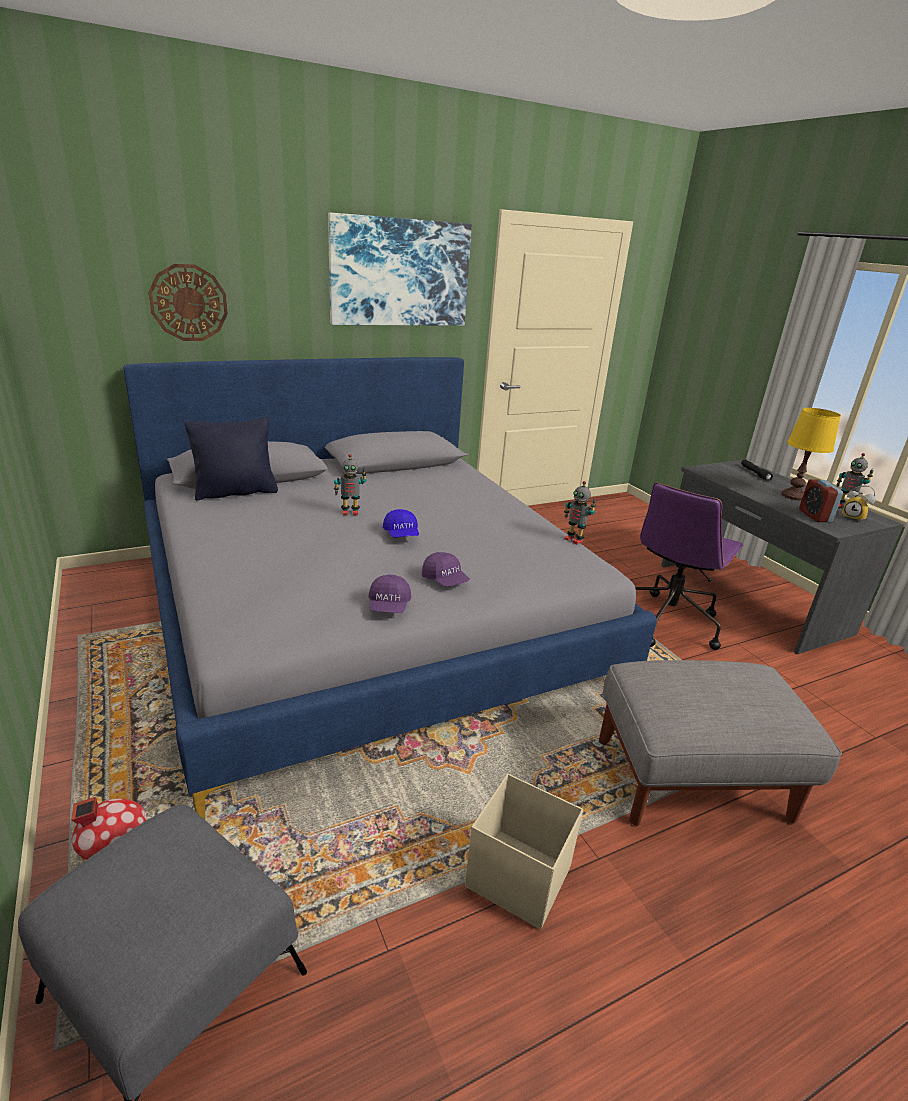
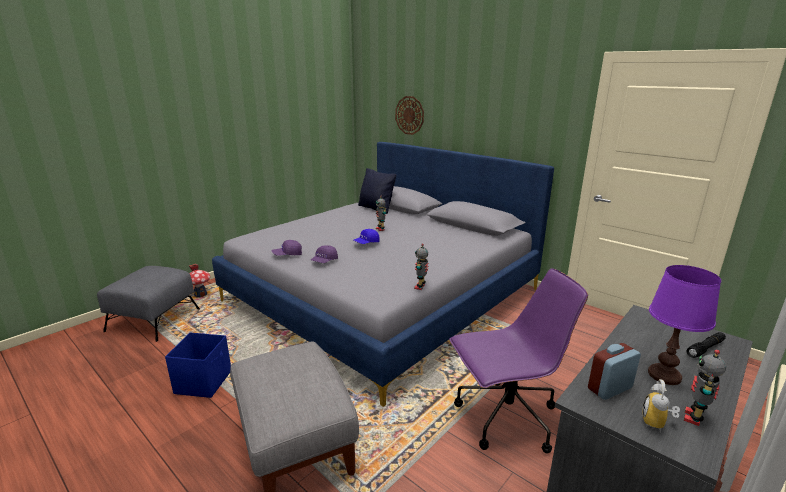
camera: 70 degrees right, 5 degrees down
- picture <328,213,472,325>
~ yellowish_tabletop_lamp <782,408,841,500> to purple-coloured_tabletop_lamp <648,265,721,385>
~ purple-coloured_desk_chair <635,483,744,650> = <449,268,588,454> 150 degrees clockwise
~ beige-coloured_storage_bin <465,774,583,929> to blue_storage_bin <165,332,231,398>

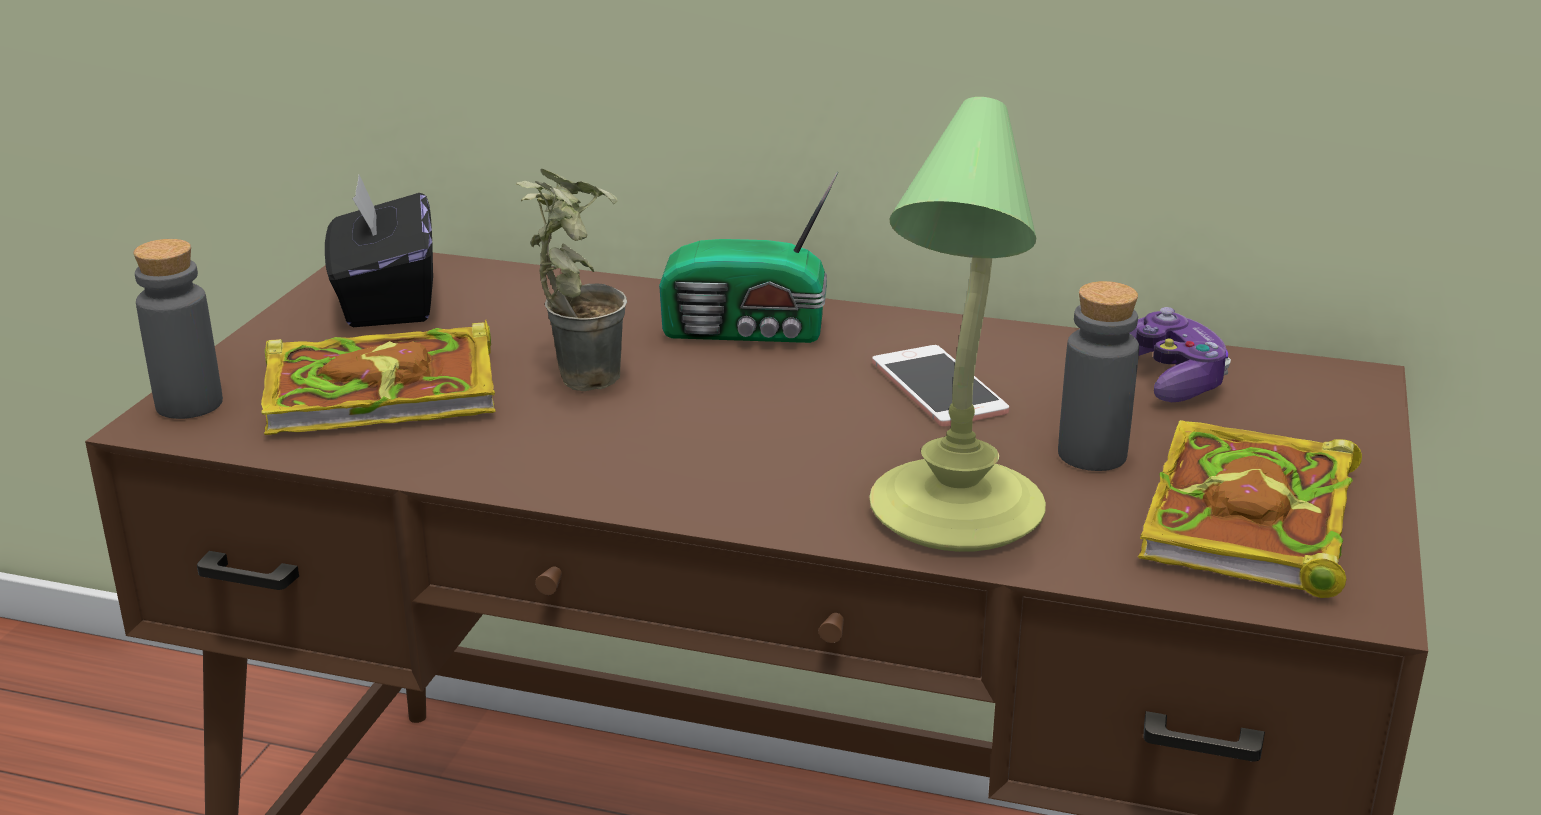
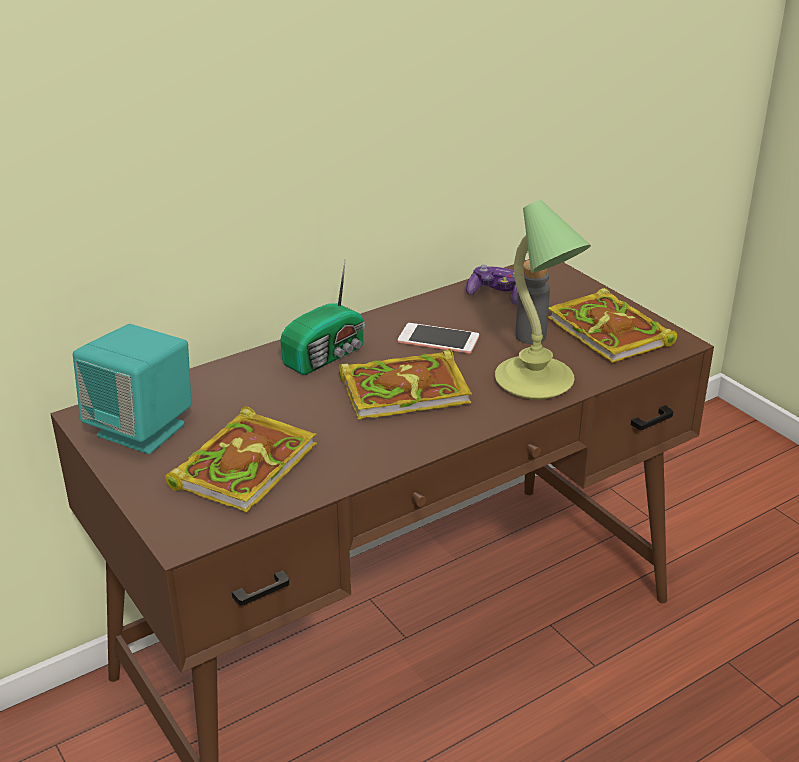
camera: 50 degrees left, 5 degrees up
- plant_in_a_pot <516,169,627,391>
~ black-coloured_box_of_tissues <325,175,433,327> to turquoise_audio_speaker <73,324,192,454>
- grey_bottle <133,239,223,419>
+ book <339,349,472,420>

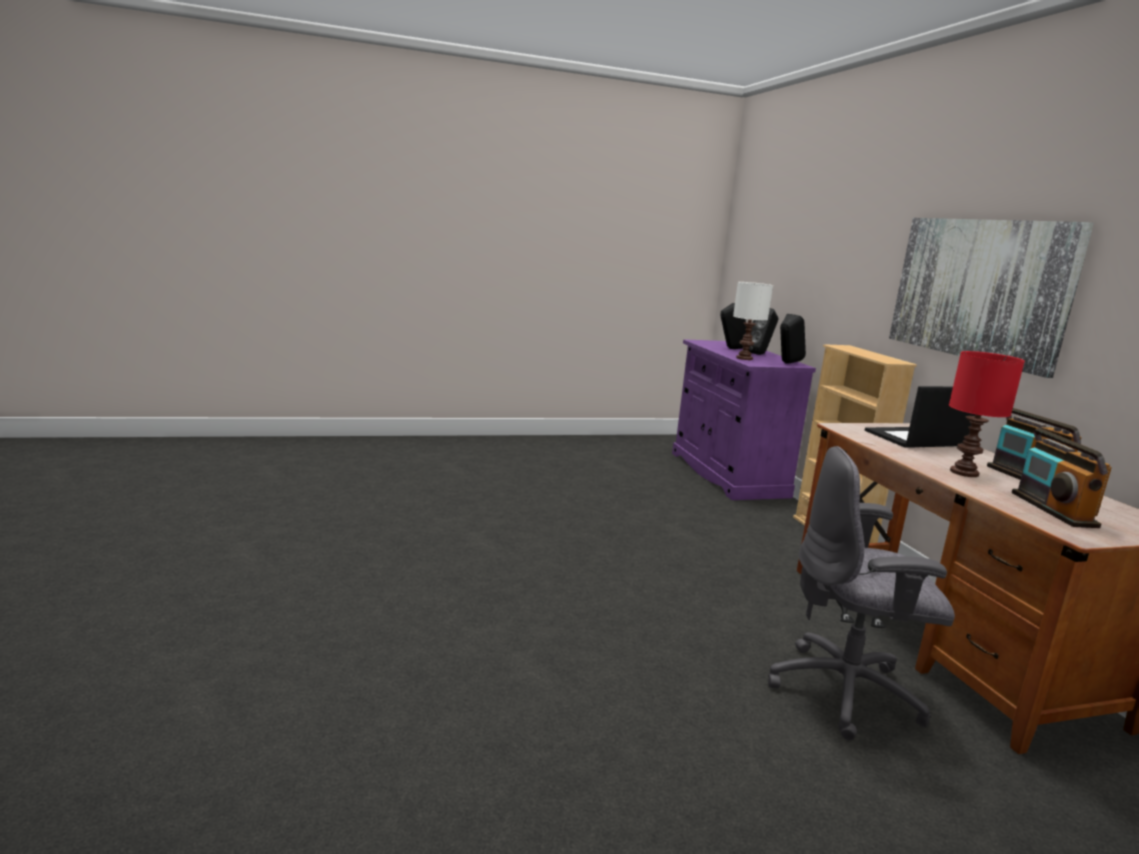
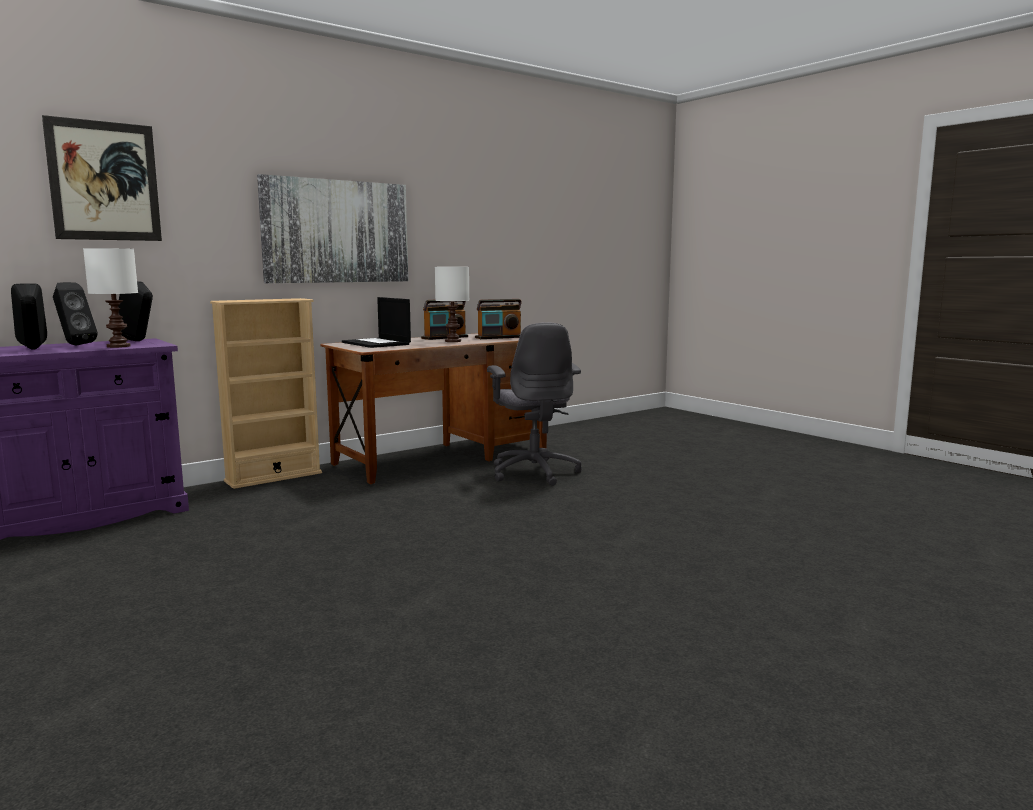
camera: 110 degrees left, 5 degrees down
~ reddish_tabletop_lamp <949,351,1025,477> to whitish_tabletop_lamp <435,267,469,342>
+ picture <42,115,162,241>

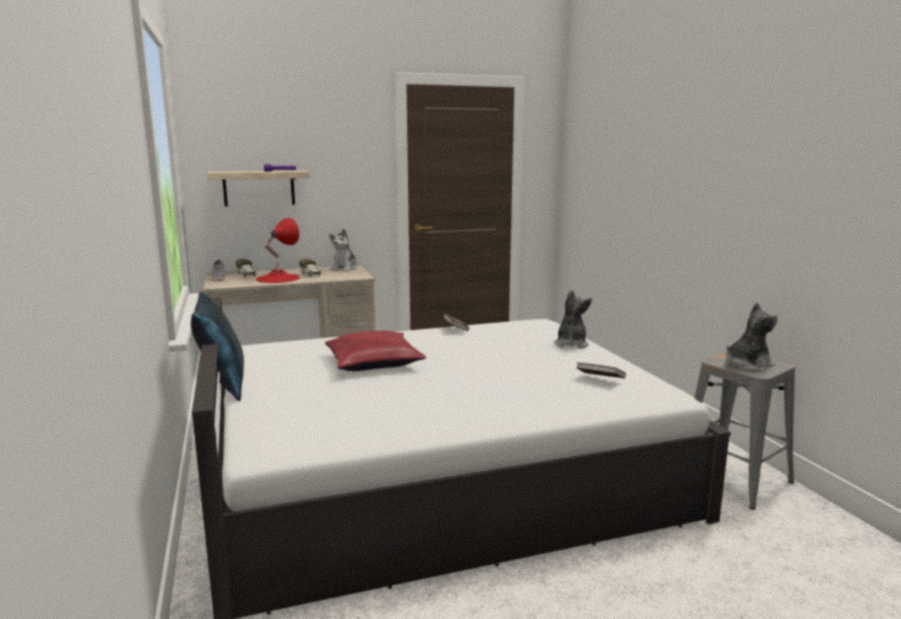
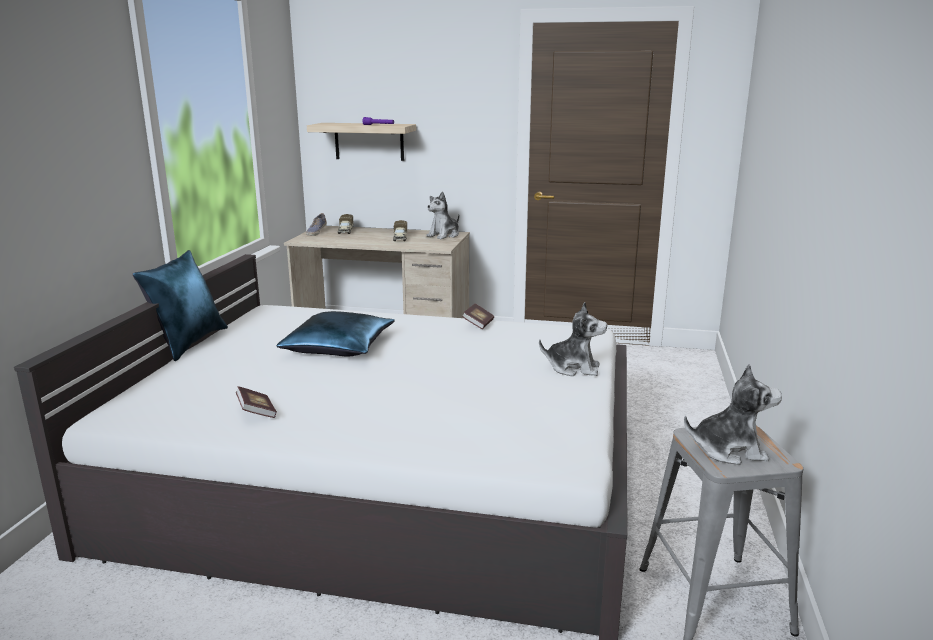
camera: 30 degrees right, 5 degrees up
- reddish_tabletop_lamp <256,218,300,283>
~ cuddly_toy <554,290,592,348> = <539,302,607,376> 60 degrees clockwise
~ reddish_pillow <325,330,426,371> to blue_pillow <276,311,395,357>
~ book <576,363,626,378> to <236,386,277,418>

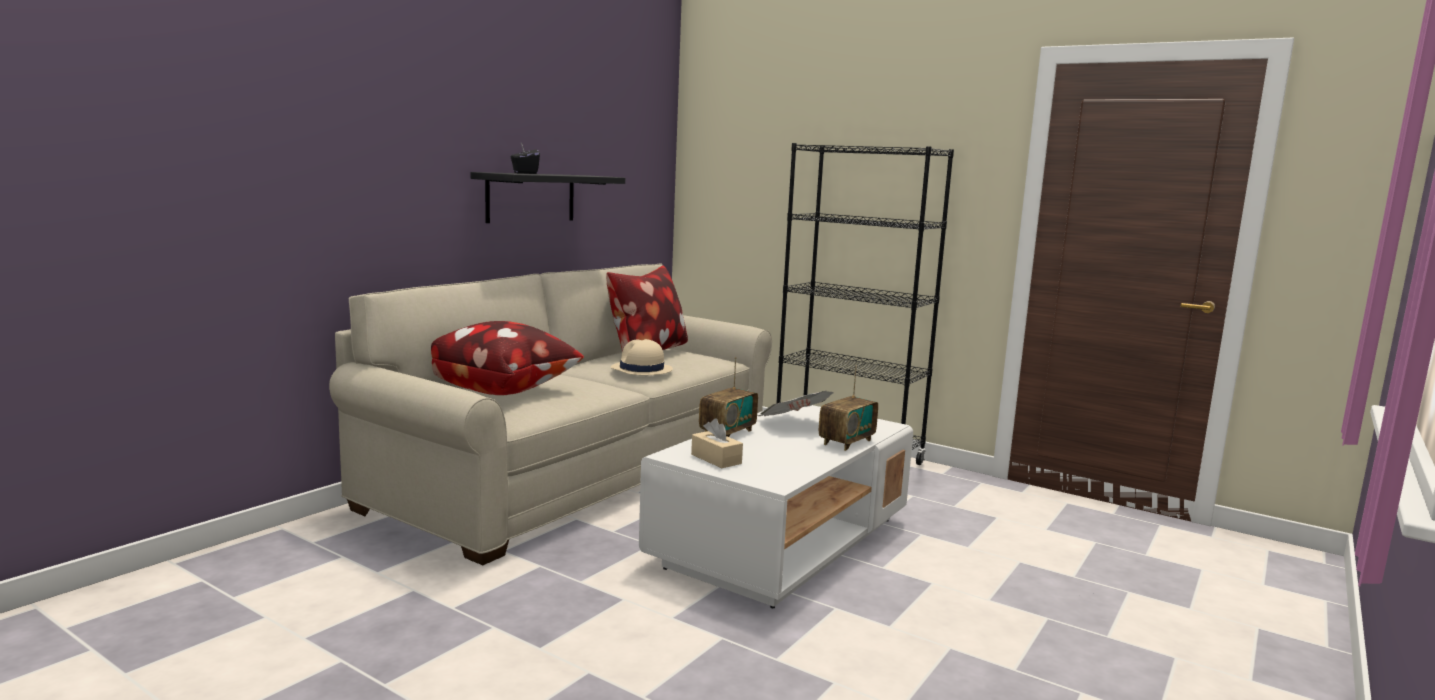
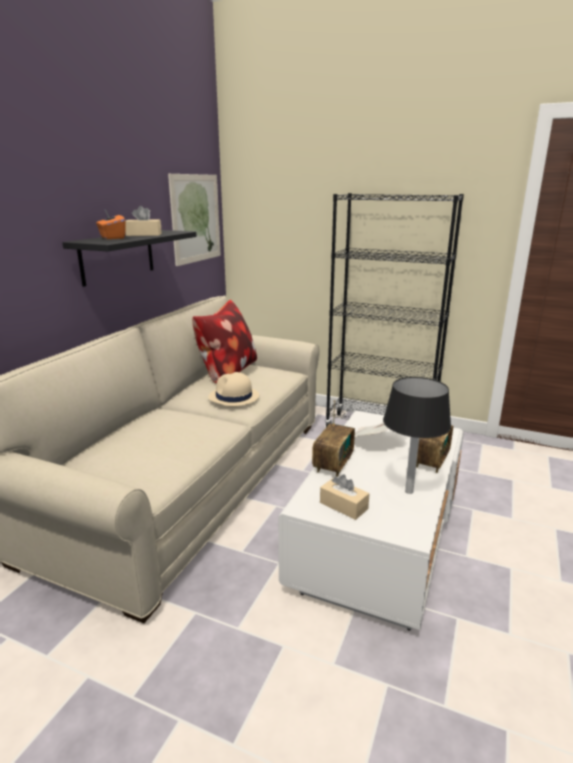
camera: 10 degrees left, 10 degrees up
~ black-coloured_box_of_tissues <510,143,540,174> to orange-coloured_box_of_tissues <96,209,125,239>
- pillow <431,321,584,395>
+ picture <168,174,221,266>
+ beige-coloured_box_of_tissues <125,206,162,236>
+ black-coloured_tabletop_lamp <383,377,451,494>

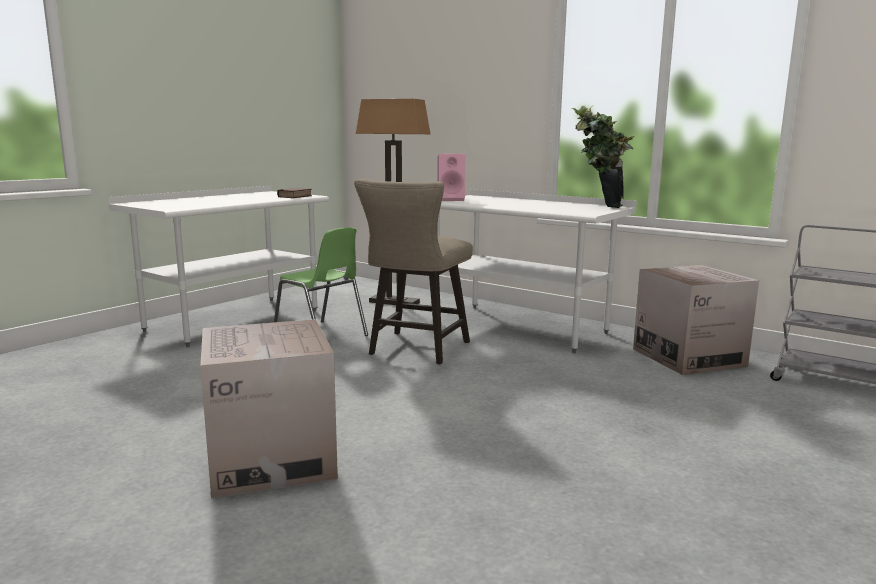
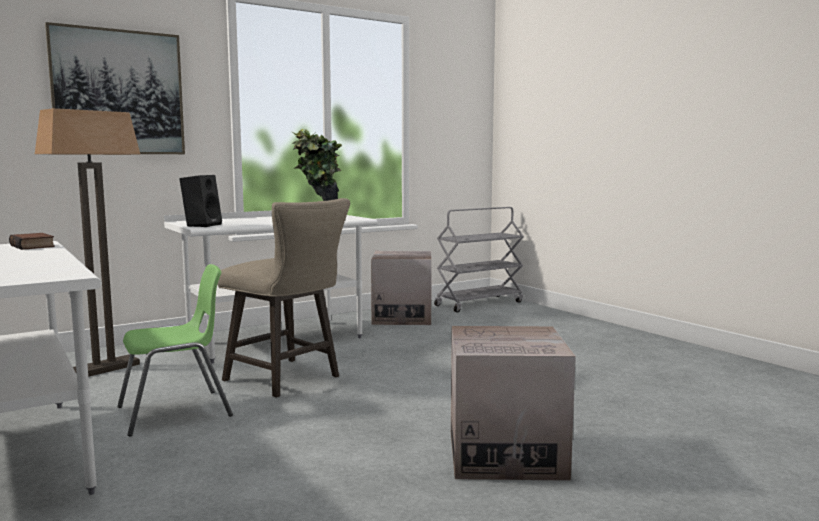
camera: 70 degrees left, 5 degrees down
~ pink-coloured_audio_speaker <437,154,465,201> to black-coloured_audio_speaker <180,175,222,227>
+ picture <45,22,185,154>

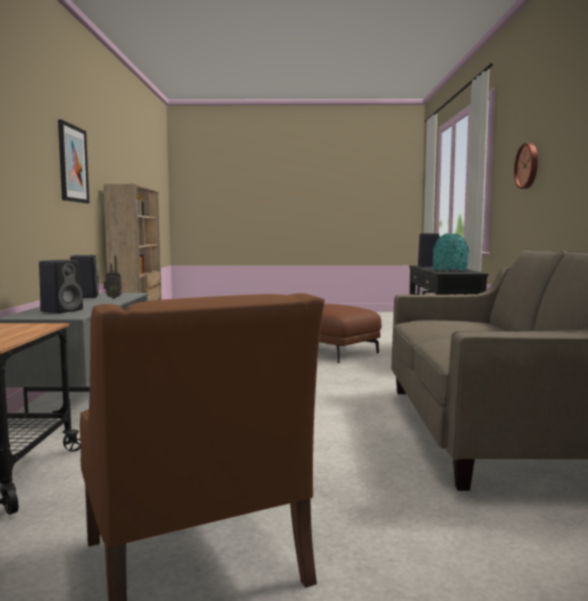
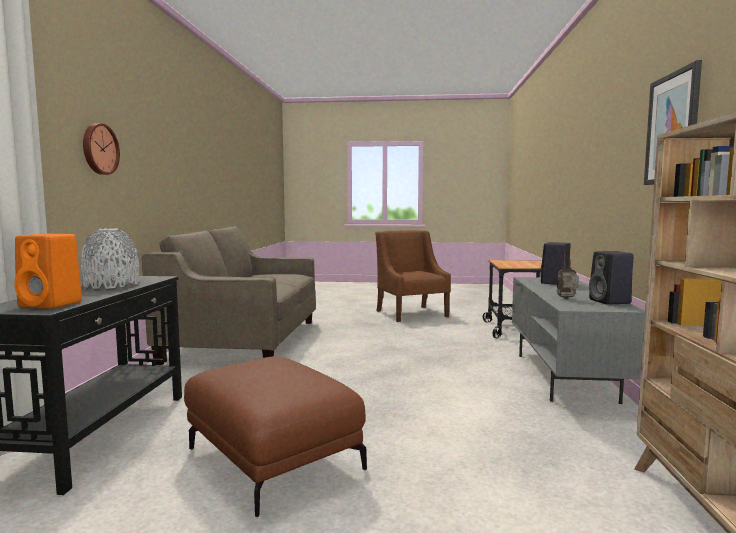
camera: 175 degrees left, 0 degrees up
~ black-coloured_audio_speaker <418,233,440,267> to orange-coloured_audio_speaker <14,234,82,309>
~ turquoise_flower_vase <433,233,469,271> to grey_flower_vase <81,228,139,289>

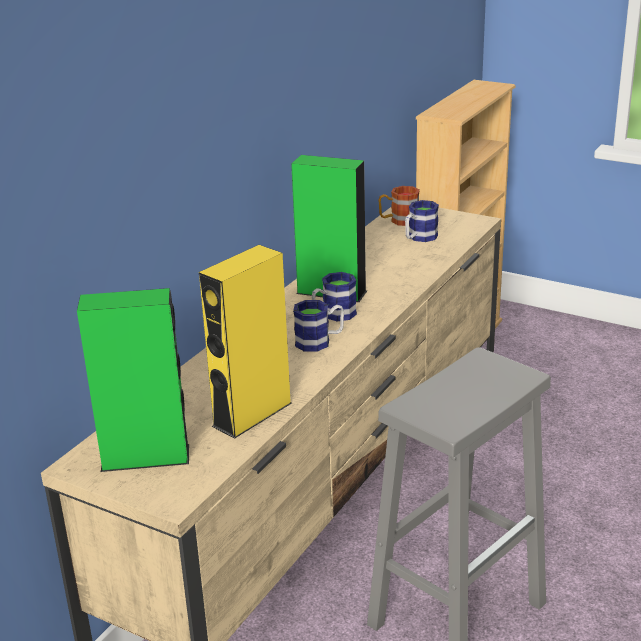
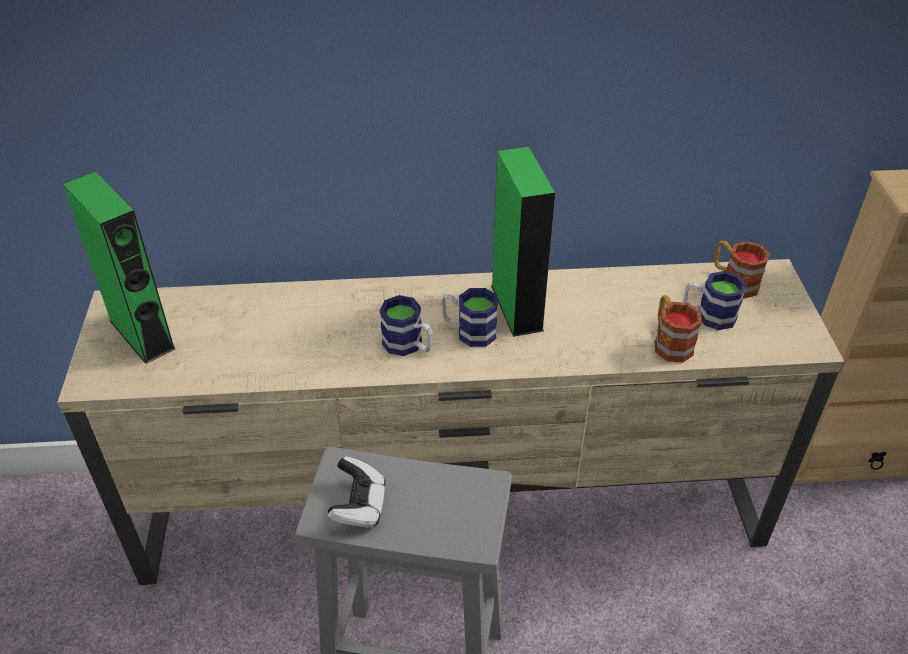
camera: 55 degrees right, 15 degrees up
- yellowish_audio_speaker <199,245,292,439>
+ coffee_mug <655,295,702,362>
+ game_controller <328,456,385,528>

